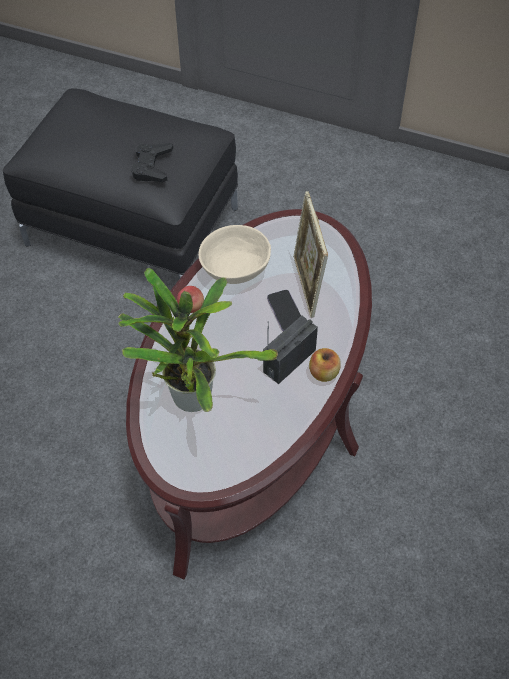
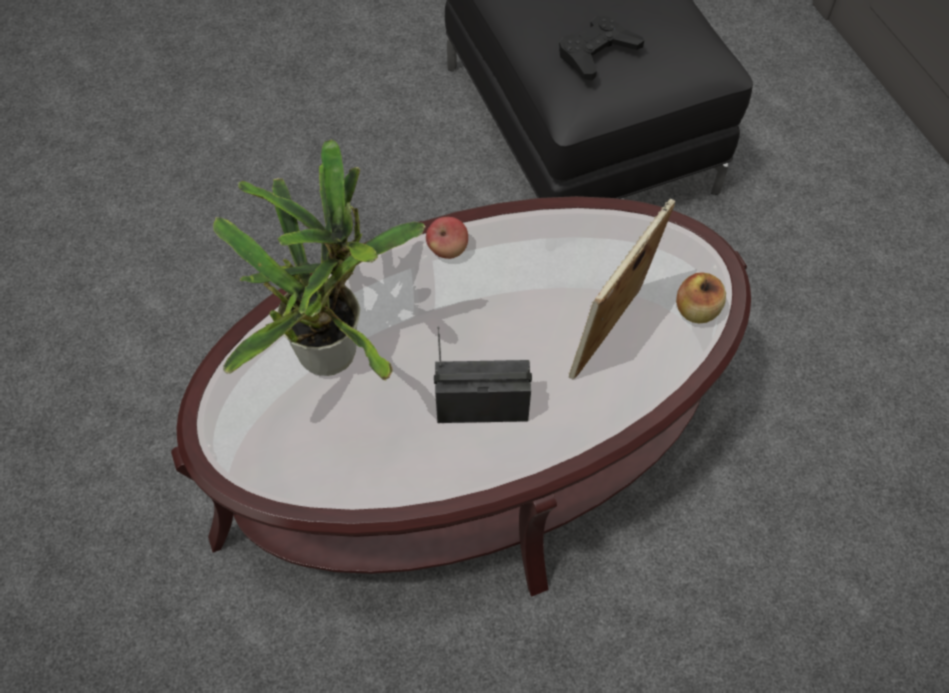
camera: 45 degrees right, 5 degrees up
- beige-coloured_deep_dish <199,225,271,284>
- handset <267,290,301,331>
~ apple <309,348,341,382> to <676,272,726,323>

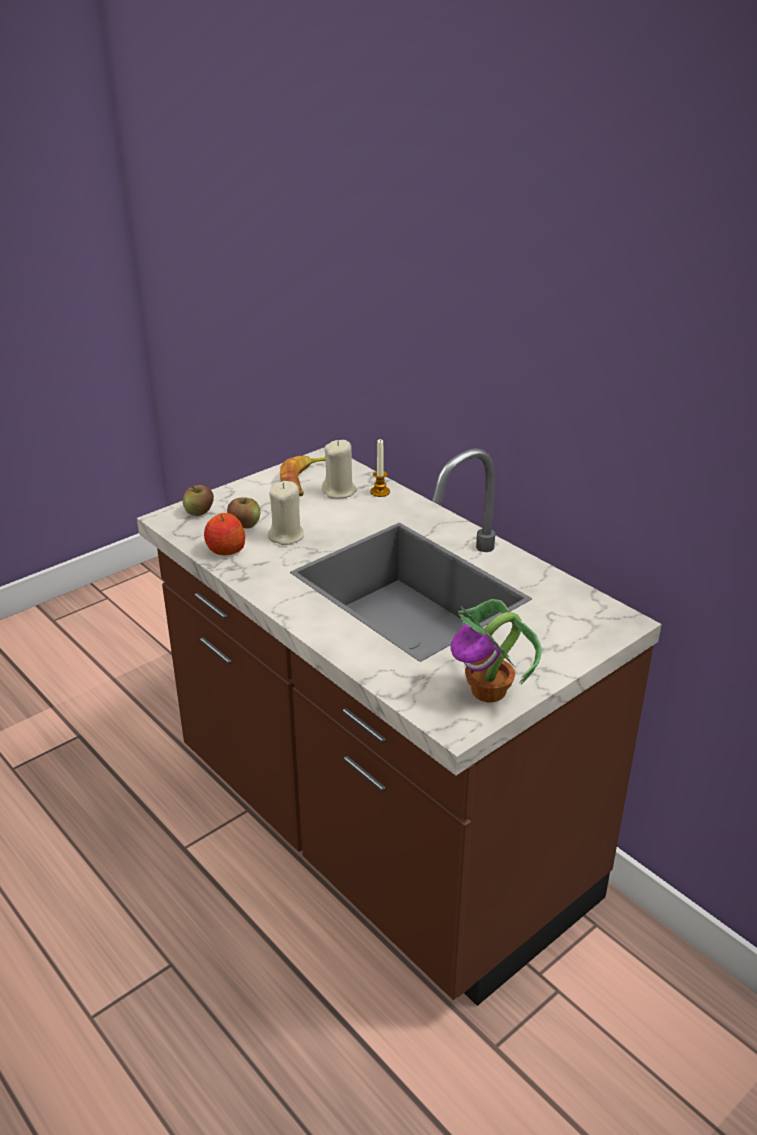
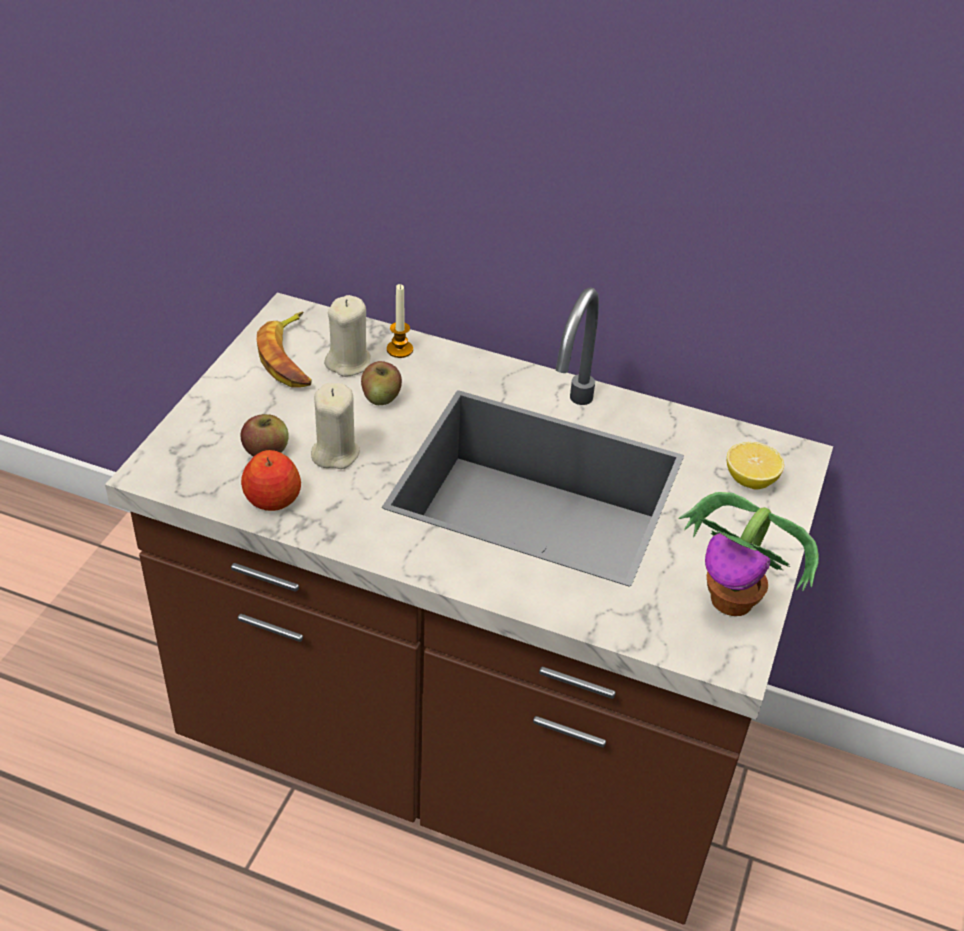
camera: 30 degrees left, 10 degrees up
~ apple <183,485,214,516> to <361,361,402,405>
+ citrus_fruit <727,442,784,490>

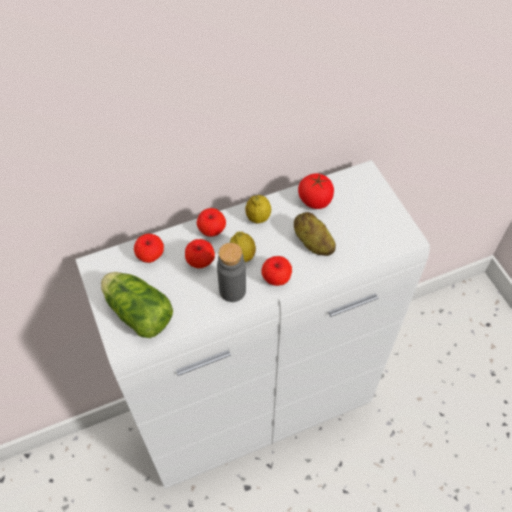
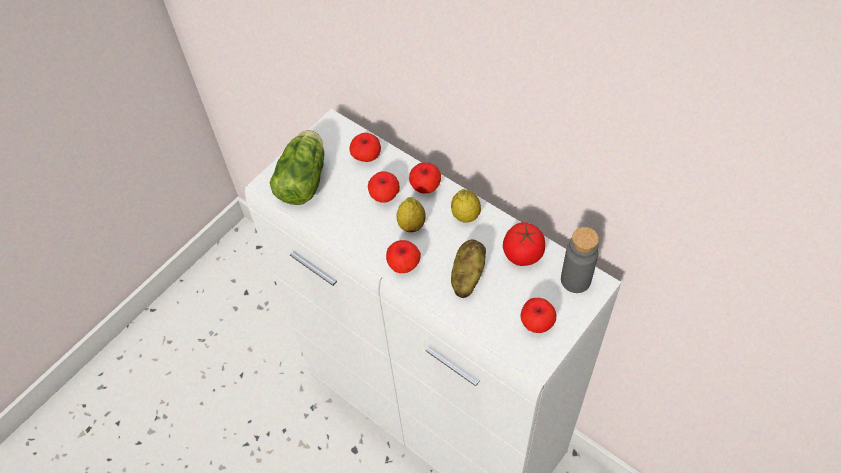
camera: 65 degrees right, 0 degrees up
~ grey_bottle <217,243,246,302> to <561,227,599,293>
+ apple <520,298,556,333>

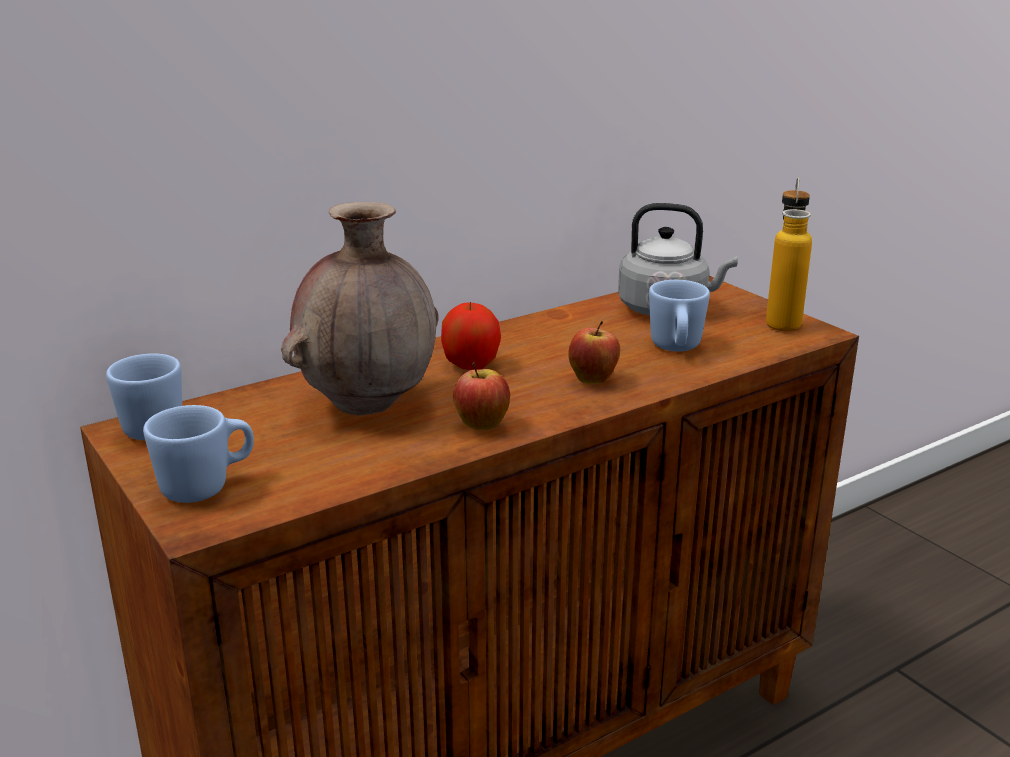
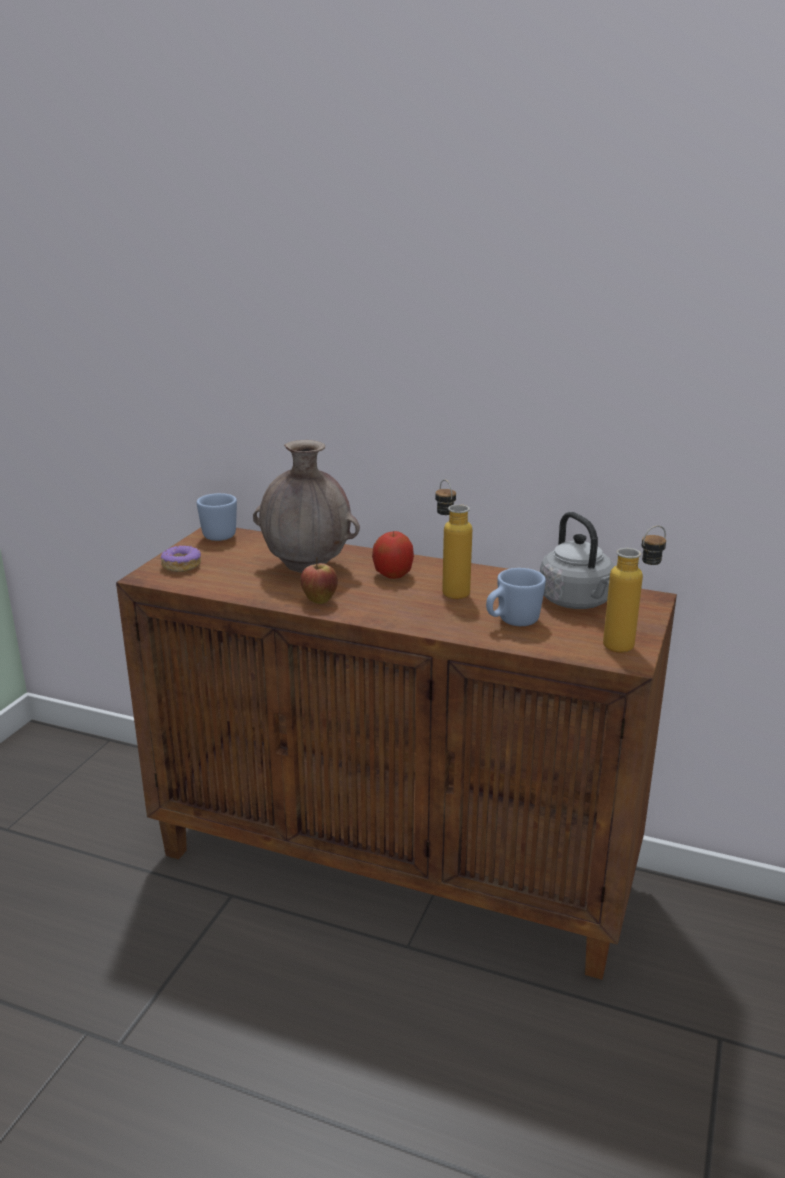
camera: 55 degrees right, 0 degrees up
- apple <568,321,620,384>
~ blue_coffee_mug <143,405,254,503> to doughnut <161,545,201,572>
+ bottle <435,479,472,599>

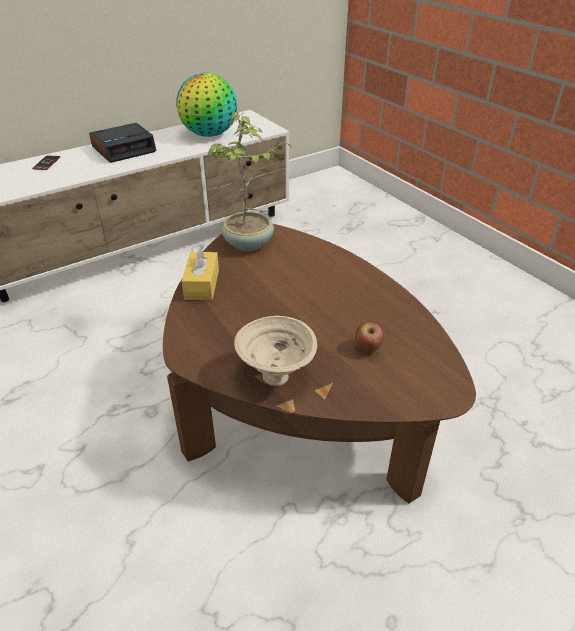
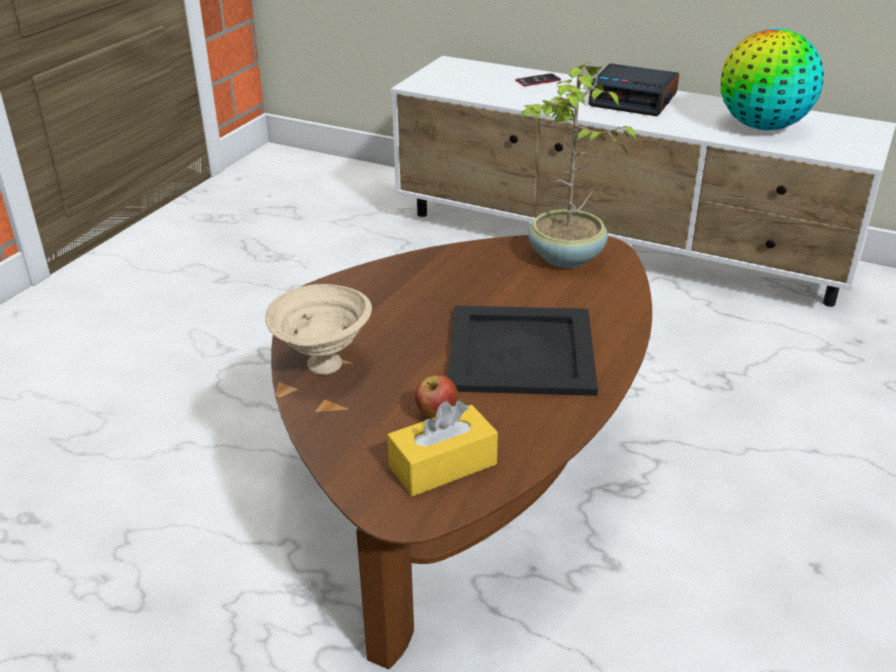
camera: 60 degrees right, 5 degrees down
~ yellowish_box_of_tissues <182,245,219,300> to <387,401,498,496>
+ black-coloured_carrying_tray <448,305,598,396>

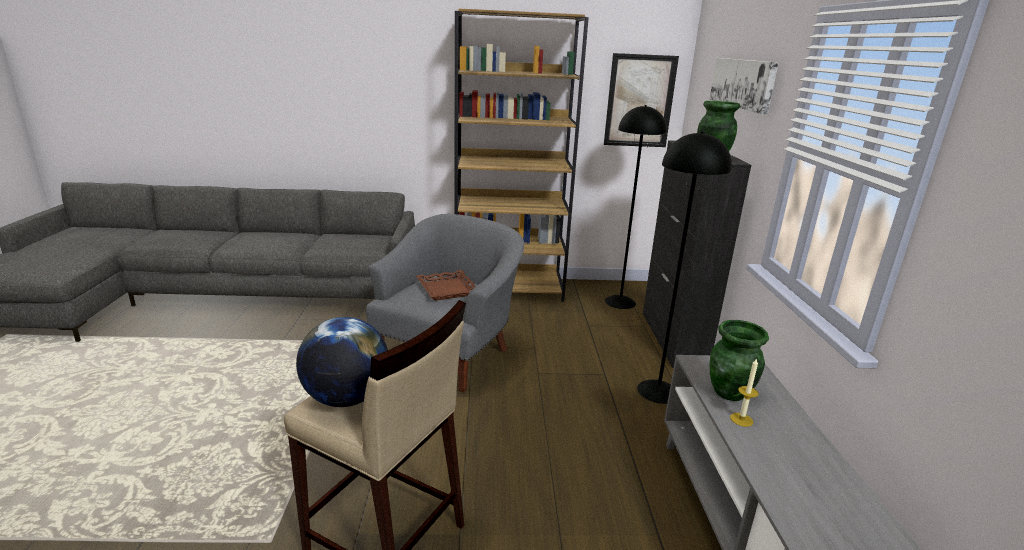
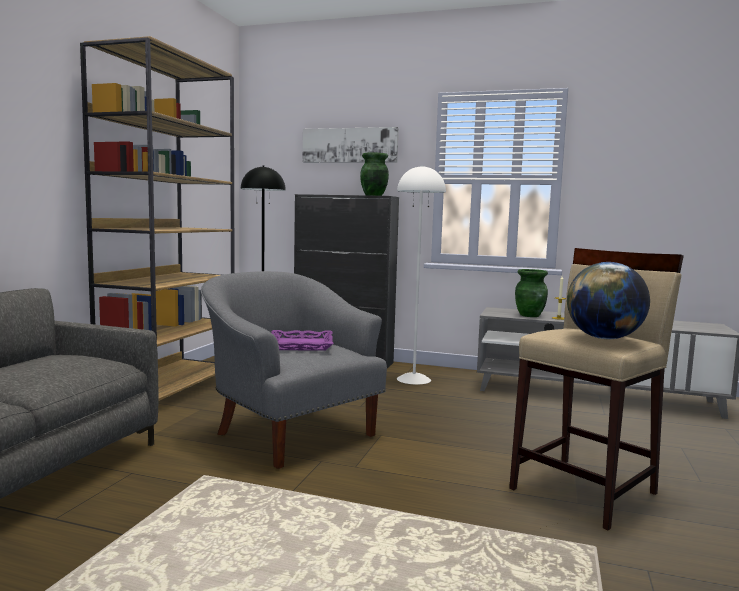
camera: 70 degrees left, 15 degrees down
- picture <604,53,679,147>
~ black-coloured_standing_lamp <637,131,732,404> to whitish_standing_lamp <397,165,446,384>
~ brown-coloured_carrying_tray <416,270,475,301> to purple-coloured_carrying_tray <271,330,333,351>

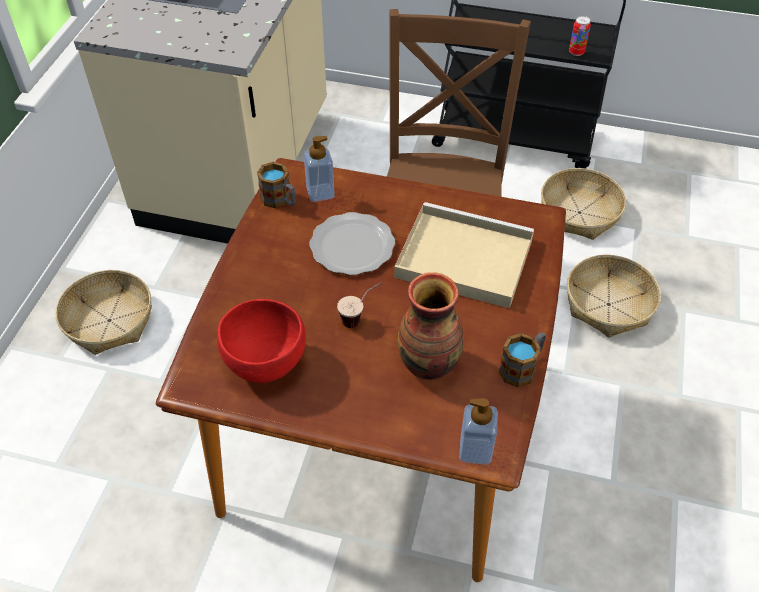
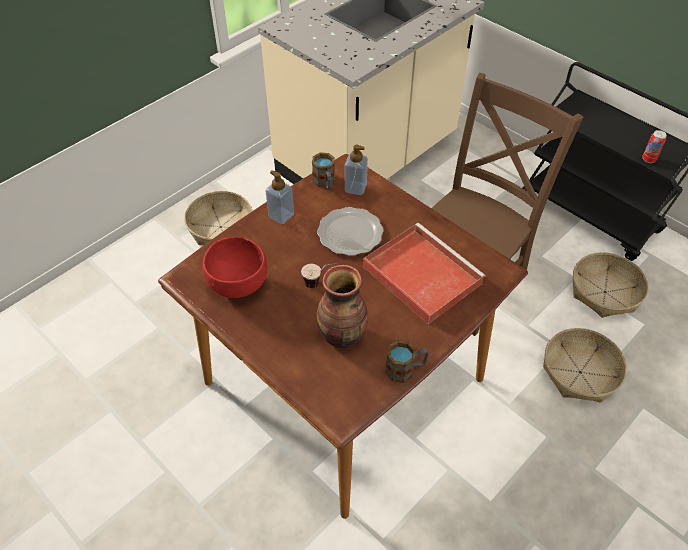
camera: 30 degrees right, 0 degrees up
~ beige-coloured_carrying_tray <394,202,534,308> to reddish_carrying_tray <363,223,486,324>
~ soap_bottle <459,398,498,465> to <266,170,294,225>

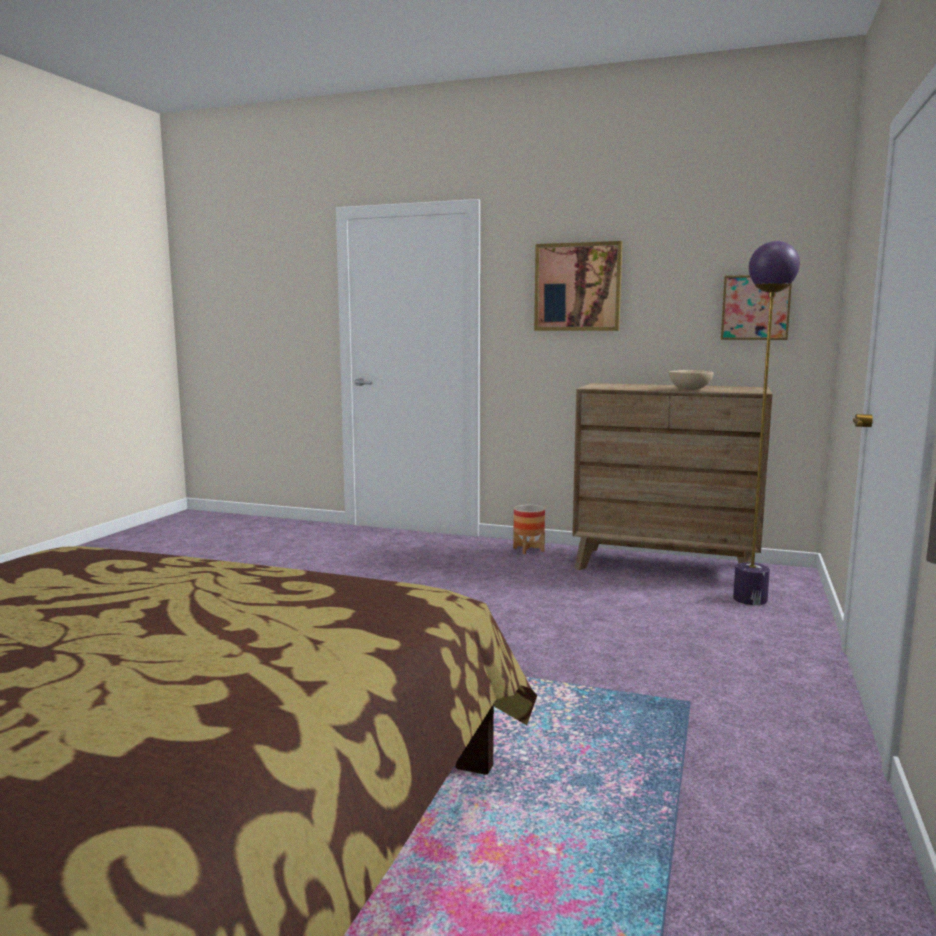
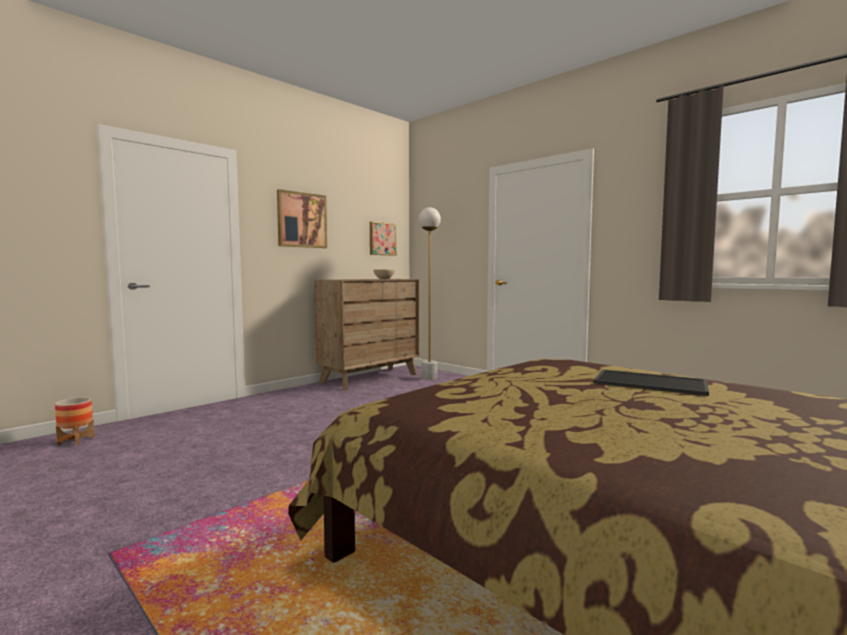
camera: 65 degrees left, 5 degrees down
~ purple-coloured_standing_lamp <733,241,800,605> to whitish_standing_lamp <419,207,441,380>
~ planter <513,505,545,554> to <55,397,95,445>
+ carrying_tray <594,369,709,396>

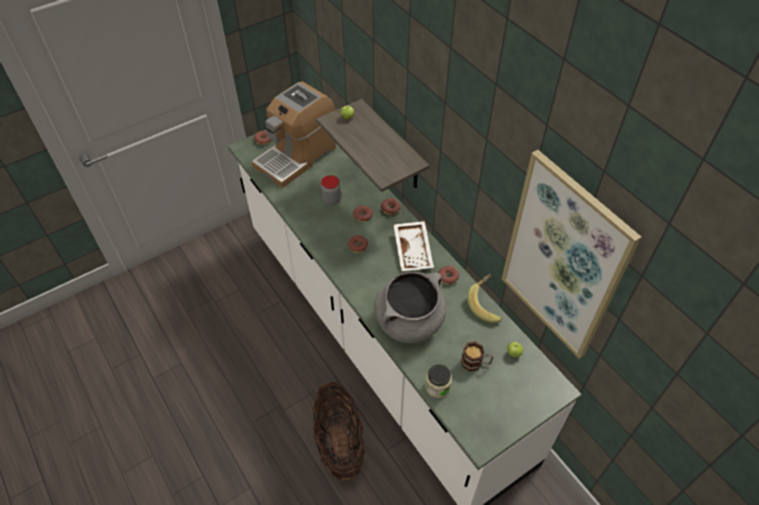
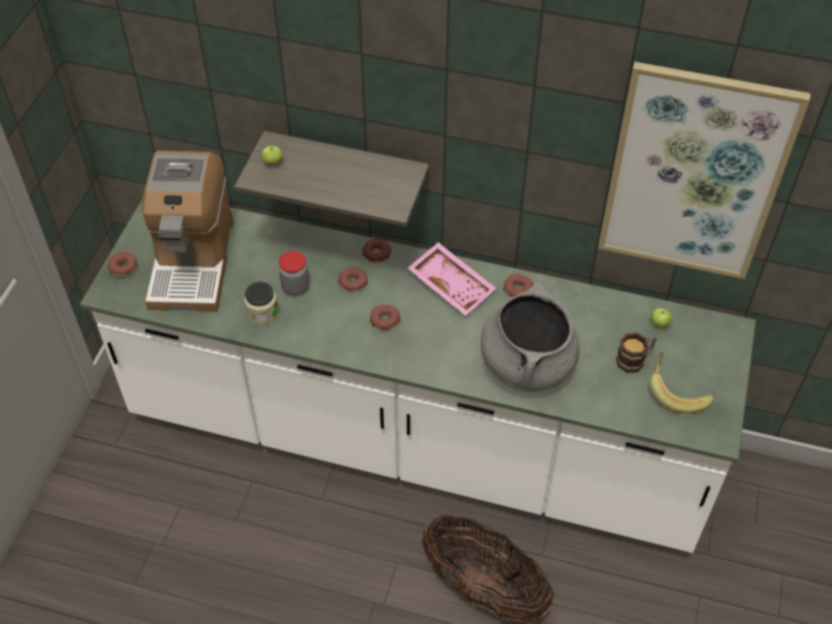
camera: 40 degrees left, 0 degrees up
~ whitish_carrying_tray <394,221,434,271> to pink-coloured_carrying_tray <408,242,496,316>
~ banana_fruit <467,274,502,323> to <650,352,714,413>
~ jar <425,364,452,398> to <244,282,279,325>

